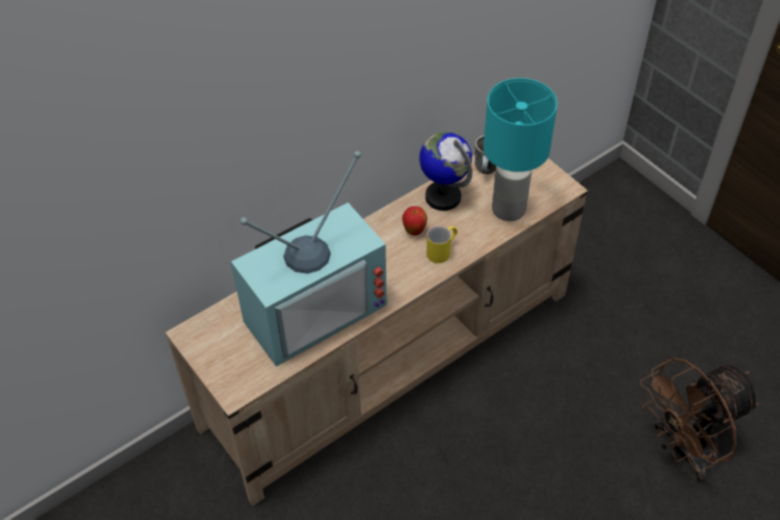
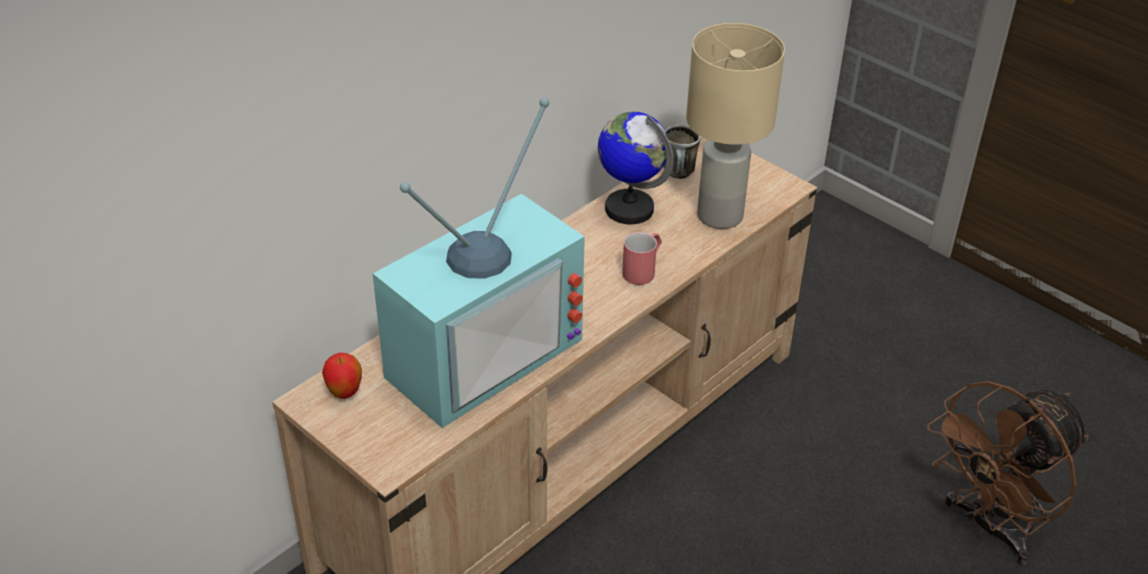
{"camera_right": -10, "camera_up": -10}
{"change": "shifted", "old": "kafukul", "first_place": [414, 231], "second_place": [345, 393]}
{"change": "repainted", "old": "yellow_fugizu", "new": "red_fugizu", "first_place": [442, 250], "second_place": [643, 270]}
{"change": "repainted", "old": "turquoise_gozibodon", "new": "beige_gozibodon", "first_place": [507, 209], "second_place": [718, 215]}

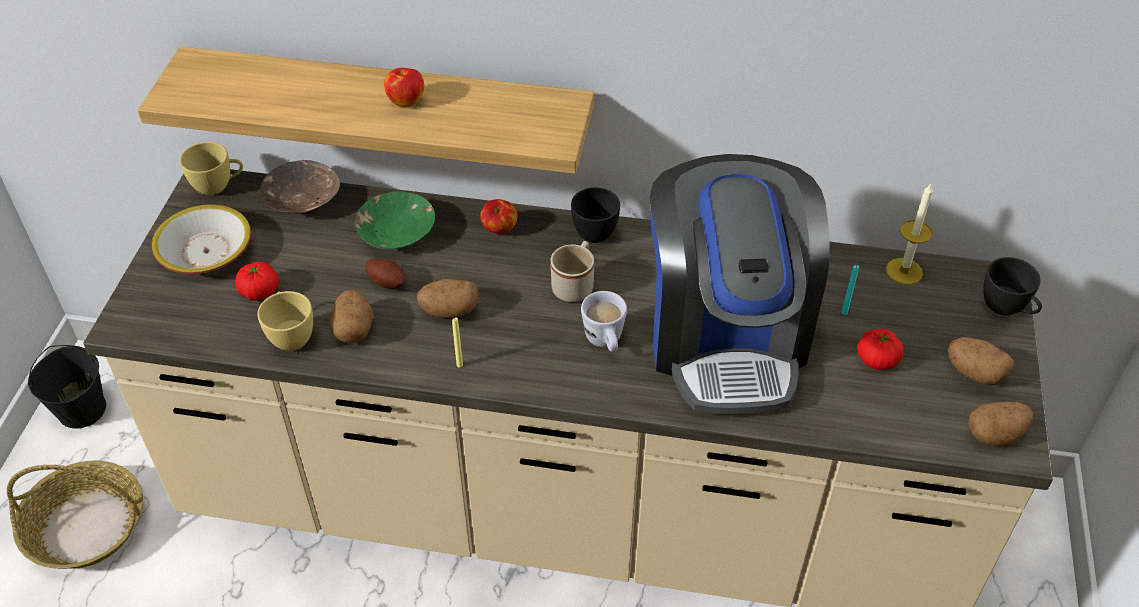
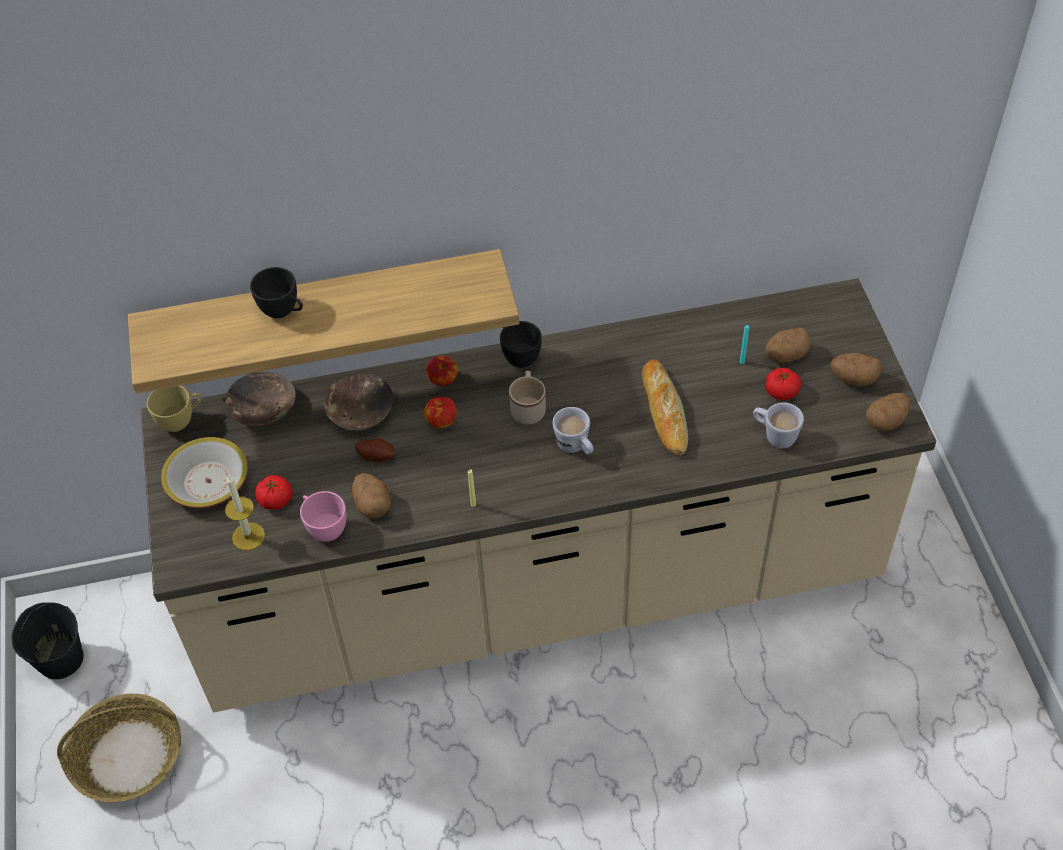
{"camera_right": -20, "camera_up": 5}
{"change": "new", "new": "white_fugizu", "second_place": [774, 435]}
{"change": "shifted", "old": "kafukul", "first_place": [406, 101], "second_place": [441, 421]}
{"change": "shifted", "old": "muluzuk", "first_place": [449, 310], "second_place": [785, 355]}
{"change": "shifted", "old": "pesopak", "first_place": [904, 271], "second_place": [248, 536]}
{"change": "shifted", "old": "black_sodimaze", "first_place": [1007, 309], "second_place": [283, 311]}
{"change": "swapped", "old": "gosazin", "new": "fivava", "first_place": [726, 336], "second_place": [664, 411]}
{"change": "repainted", "old": "yellow_sodimaze", "new": "pink_sodimaze", "first_place": [290, 335], "second_place": [324, 527]}
{"change": "repainted", "old": "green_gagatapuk", "new": "brown_gagatapuk", "first_place": [397, 232], "second_place": [360, 410]}

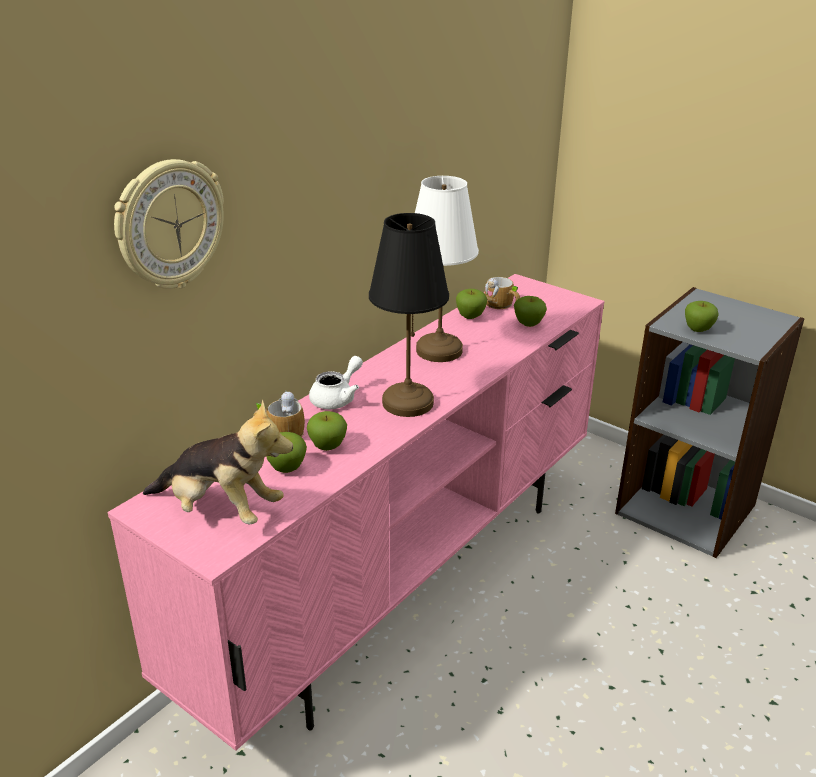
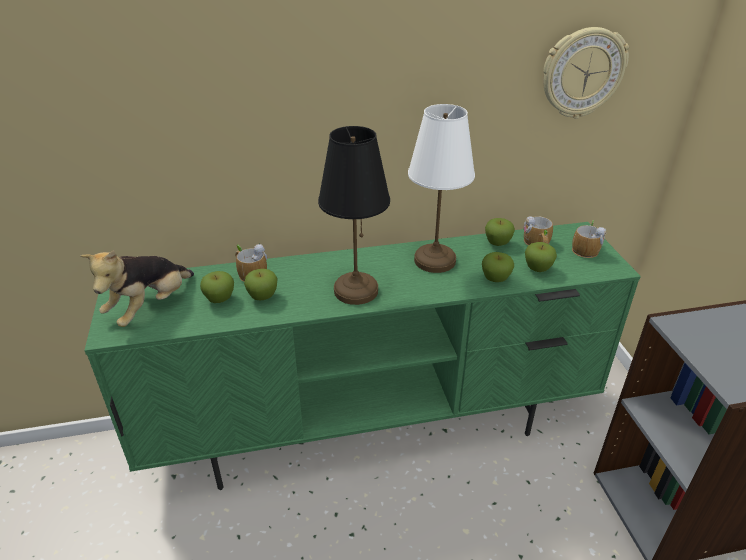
{"camera_right": 40, "camera_up": 5}
{"change": "gone", "old": "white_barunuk", "first_place": [337, 398]}
{"change": "new", "new": "fugizu", "second_place": [586, 248]}
{"change": "shifted", "old": "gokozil", "first_place": [169, 225], "second_place": [582, 73]}
{"change": "shifted", "old": "kafukul", "first_place": [698, 329], "second_place": [495, 279]}
{"change": "repainted", "old": "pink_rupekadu", "new": "green_rupekadu", "first_place": [404, 582], "second_place": [374, 429]}
{"change": "rotated", "old": "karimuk", "first_place": [221, 510], "second_place": [150, 307], "degrees": 60}

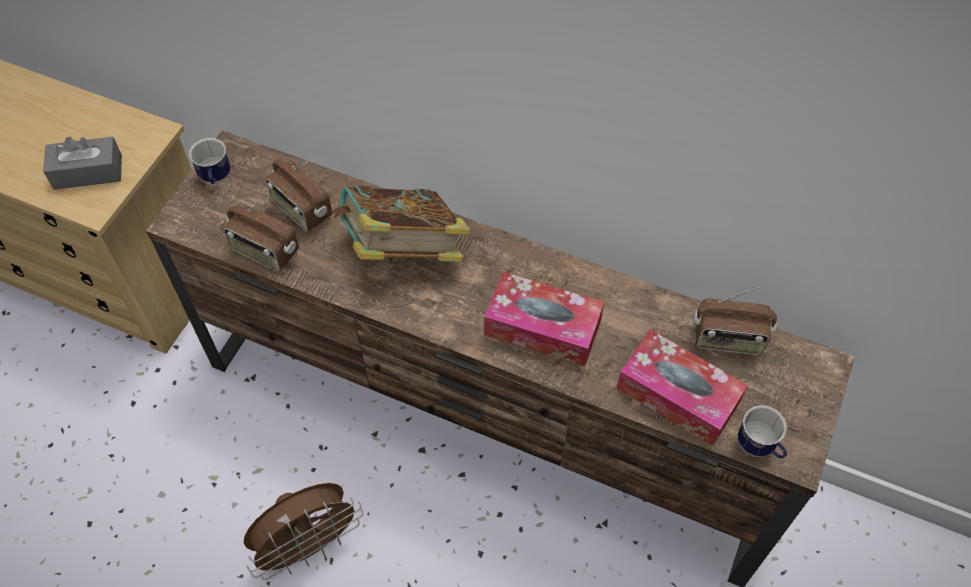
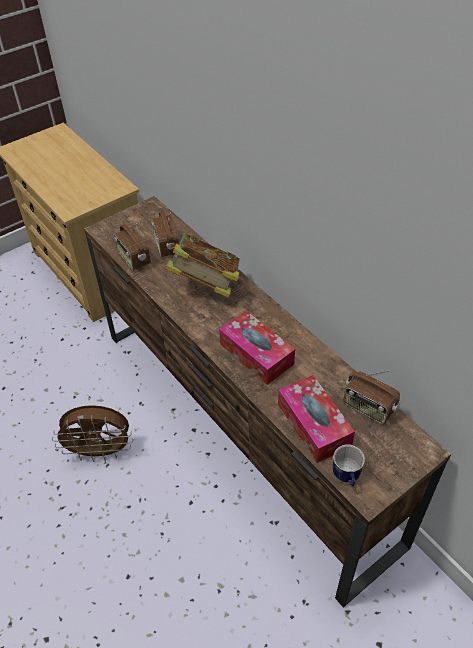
{"camera_right": 30, "camera_up": -10}
{"change": "gone", "old": "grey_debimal", "first_place": [88, 172]}
{"change": "gone", "old": "fugizu", "first_place": [216, 179]}

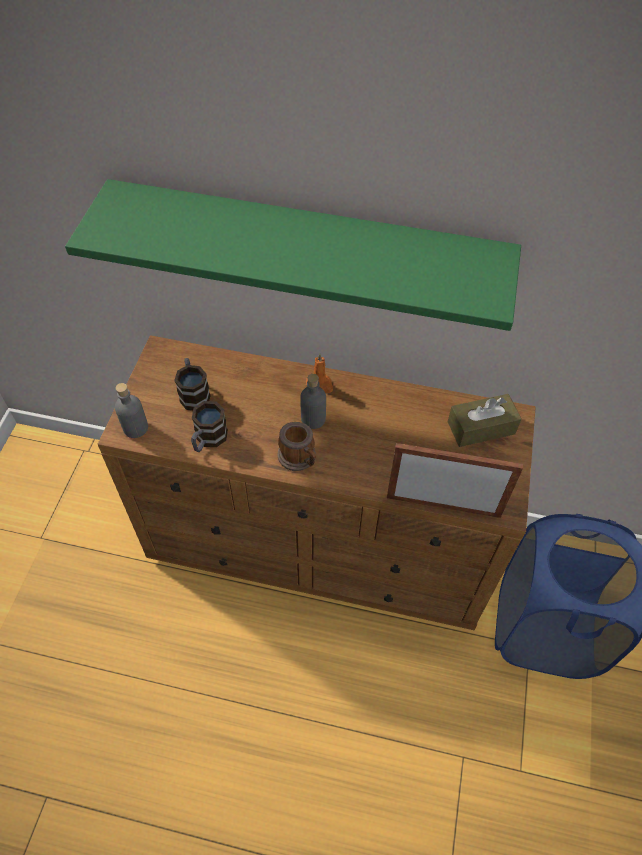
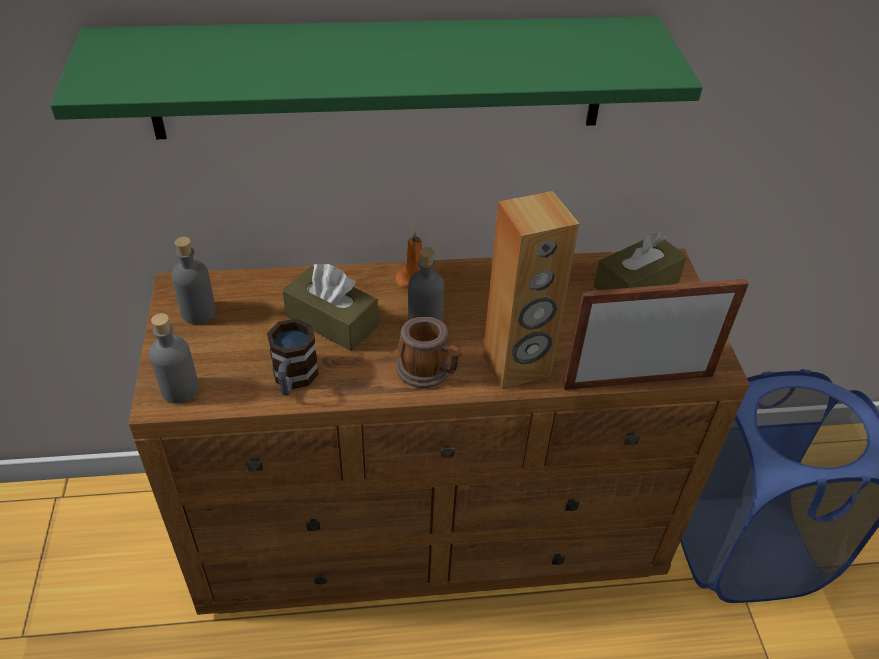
{"camera_right": -20, "camera_up": -10}
{"change": "gone", "old": "fugizu", "first_place": [194, 393]}
{"change": "new", "new": "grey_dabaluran", "second_place": [198, 312]}
{"change": "new", "new": "brown_debimal", "second_place": [332, 321]}
{"change": "new", "new": "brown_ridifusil", "second_place": [517, 365]}

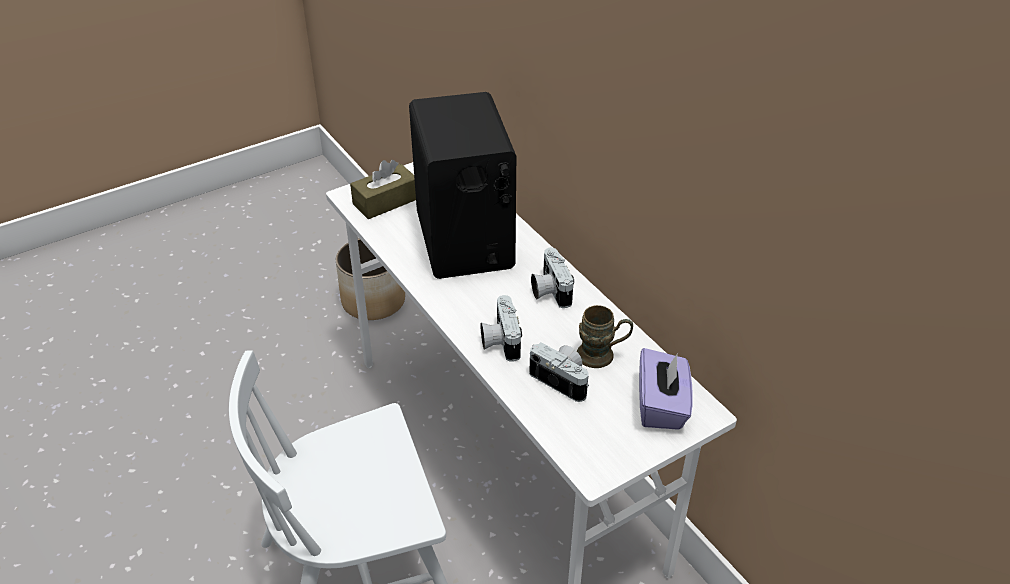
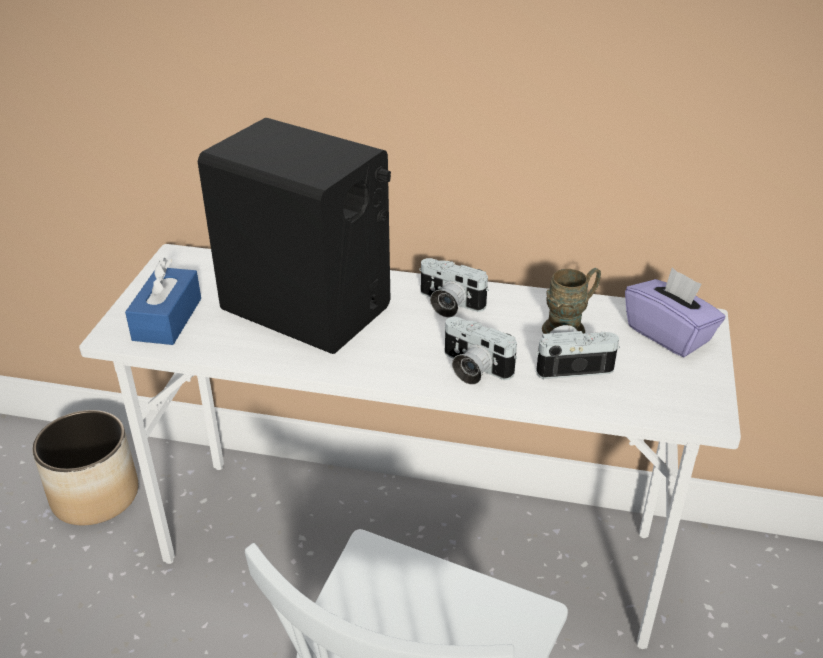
{"camera_right": -45, "camera_up": -5}
{"change": "repainted", "old": "brown_debimal", "new": "blue_debimal", "first_place": [386, 201], "second_place": [167, 319]}

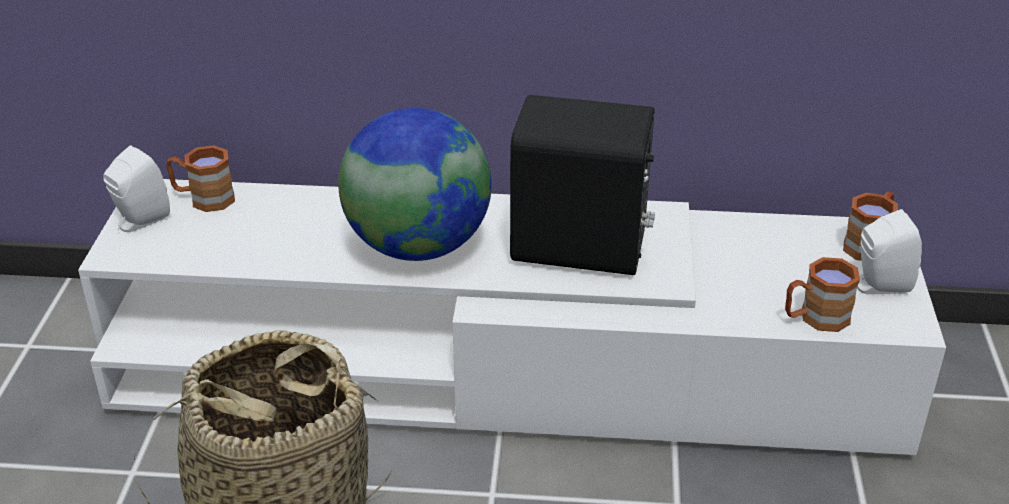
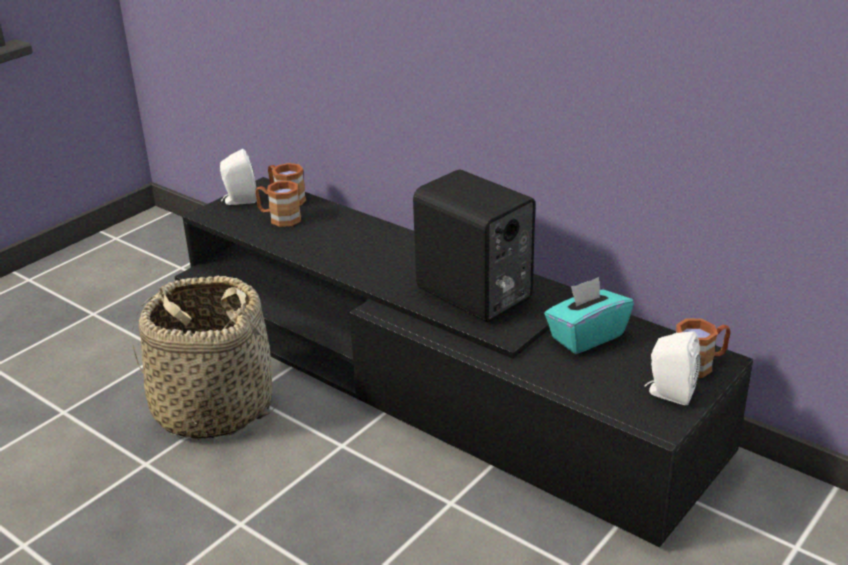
{"camera_right": 35, "camera_up": -5}
{"change": "gone", "old": "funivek", "first_place": [418, 246]}
{"change": "new", "new": "turquoise_debimal", "second_place": [586, 336]}
{"change": "shifted", "old": "brown_fugizu", "first_place": [815, 318], "second_place": [279, 218]}
{"change": "repainted", "old": "white_rupekadu", "new": "black_rupekadu", "first_place": [504, 369], "second_place": [427, 377]}

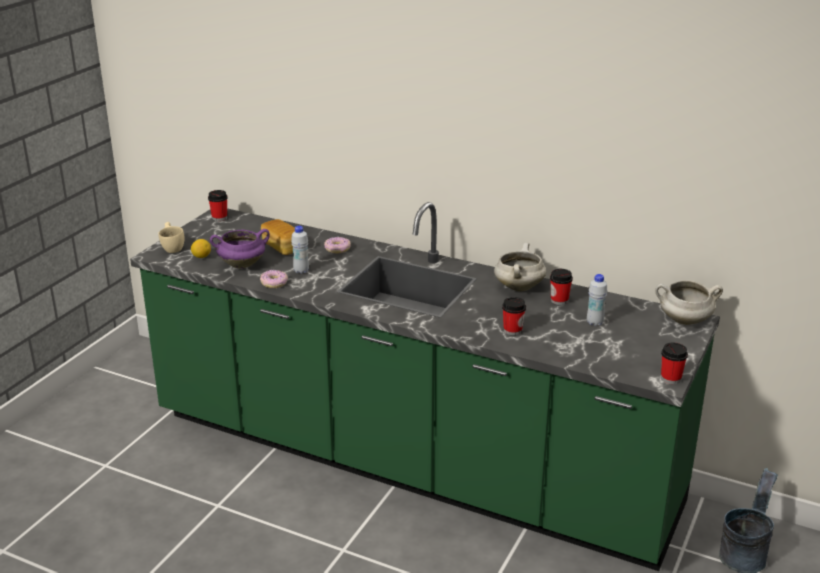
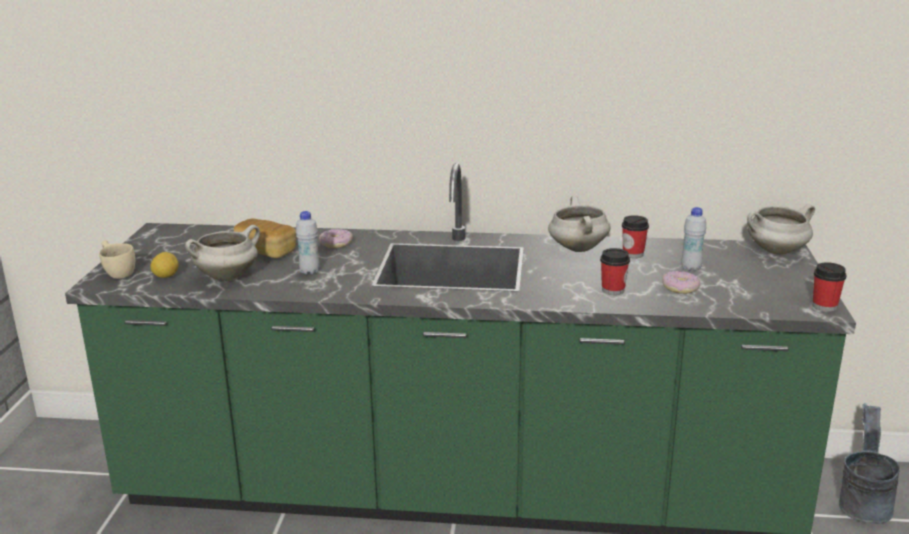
{"camera_right": -20, "camera_up": -5}
{"change": "gone", "old": "sodimaze", "first_place": [219, 218]}
{"change": "shifted", "old": "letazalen", "first_place": [274, 283], "second_place": [680, 287]}
{"change": "repainted", "old": "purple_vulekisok", "new": "white_vulekisok", "first_place": [242, 264], "second_place": [227, 276]}

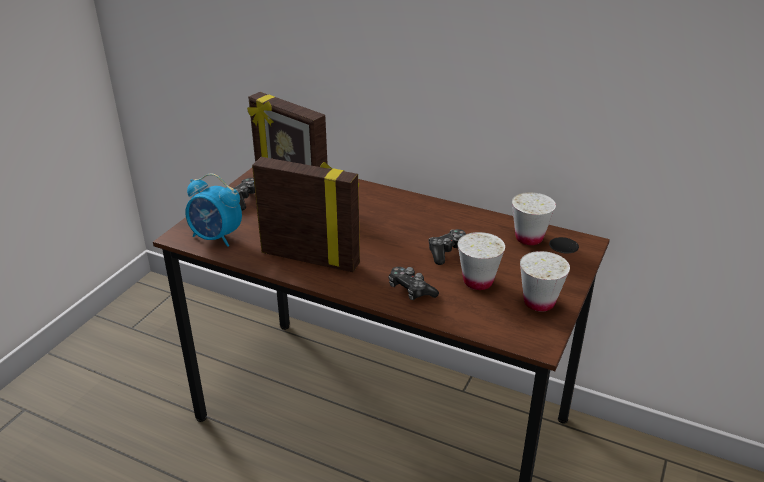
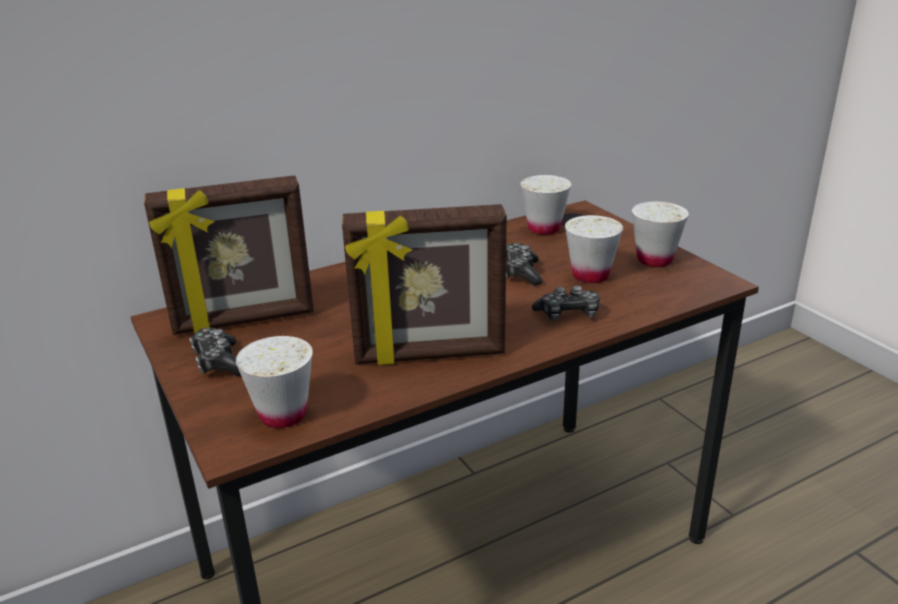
{"camera_right": -55, "camera_up": -5}
{"change": "swapped", "old": "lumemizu", "new": "white_sodimaze", "first_place": [216, 237], "second_place": [283, 414]}
{"change": "rotated", "old": "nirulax", "first_place": [311, 258], "second_place": [429, 355], "degrees": -150}

